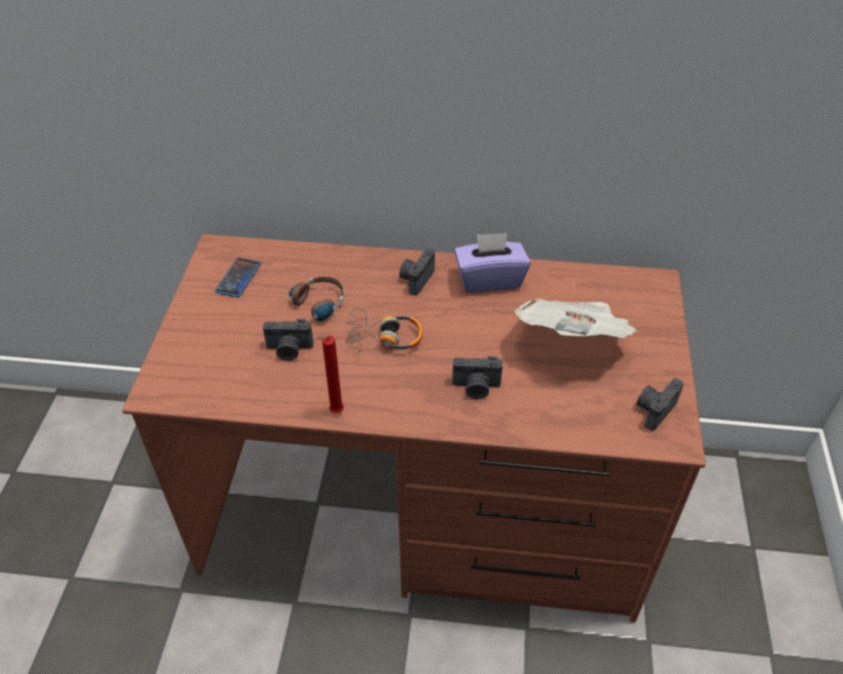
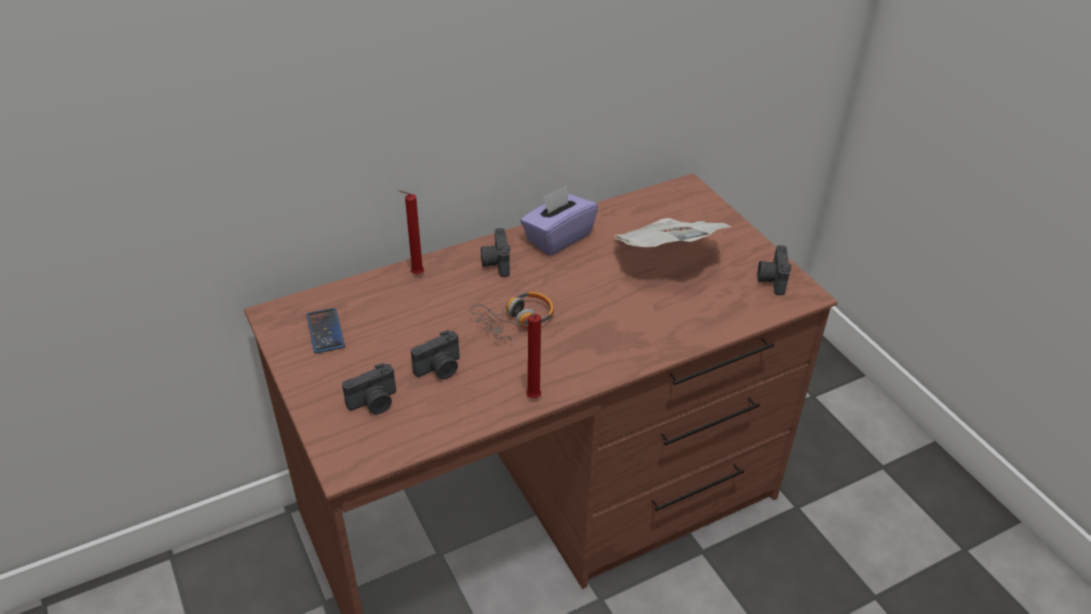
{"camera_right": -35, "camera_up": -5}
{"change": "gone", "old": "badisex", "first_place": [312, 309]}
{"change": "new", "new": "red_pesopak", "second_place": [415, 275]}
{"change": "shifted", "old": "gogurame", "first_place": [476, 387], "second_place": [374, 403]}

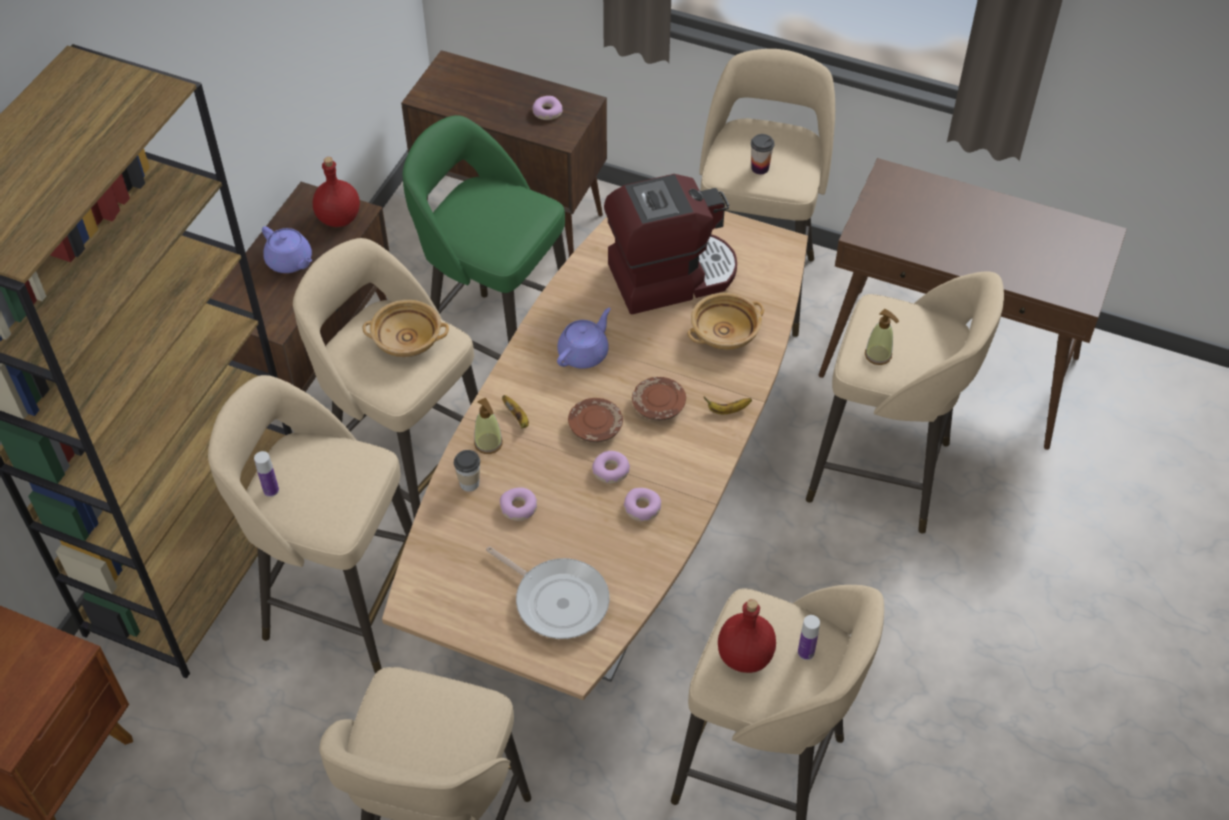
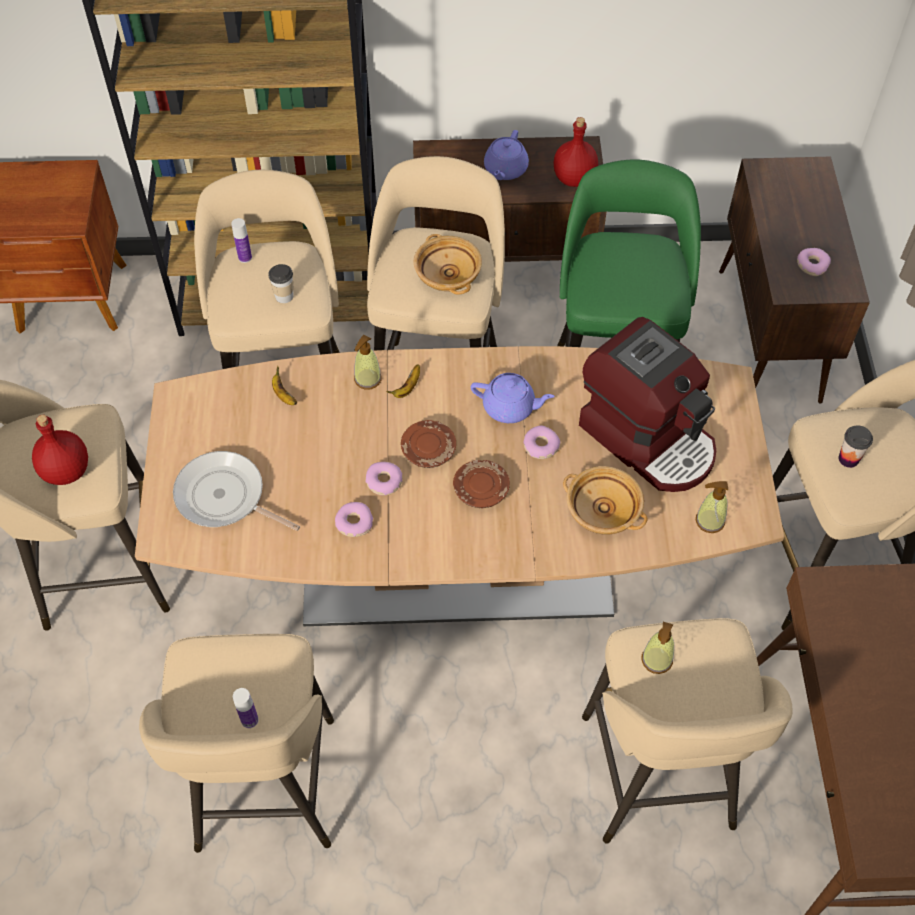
{"camera_right": 65, "camera_up": 5}
{"change": "new", "new": "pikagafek", "second_place": [709, 521]}
{"change": "shifted", "old": "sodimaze", "first_place": [469, 483], "second_place": [284, 296]}
{"change": "shifted", "old": "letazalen", "first_place": [519, 508], "second_place": [540, 446]}
{"change": "shifted", "old": "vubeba", "first_place": [727, 410], "second_place": [283, 395]}
{"change": "shifted", "old": "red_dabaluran", "first_place": [746, 656], "second_place": [66, 472]}
{"change": "rotated", "old": "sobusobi", "first_place": [557, 600], "second_place": [225, 497], "degrees": 105}

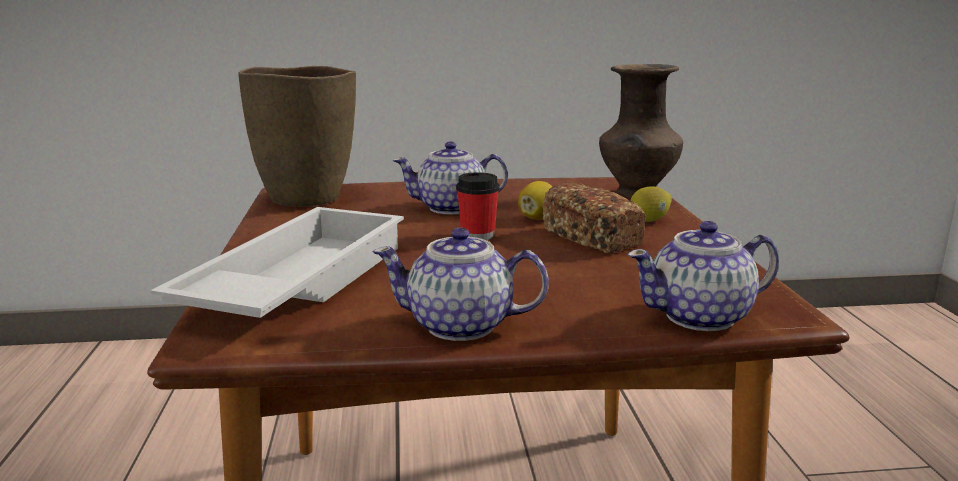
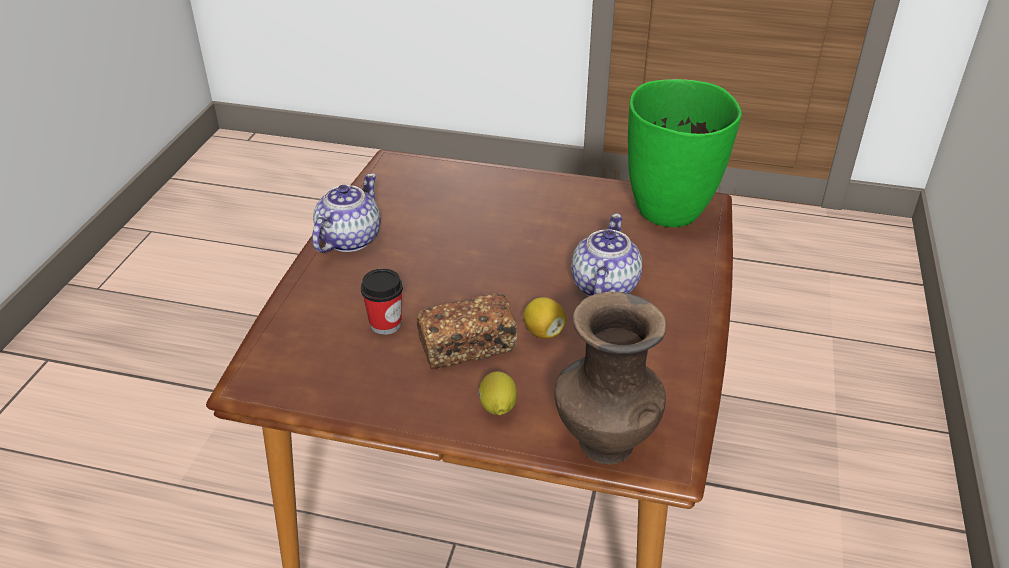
{"camera_right": 110, "camera_up": 20}
{"change": "gone", "old": "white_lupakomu", "first_place": [295, 281]}
{"change": "gone", "old": "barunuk", "first_place": [701, 317]}
{"change": "shifted", "old": "sodimaze", "first_place": [477, 235], "second_place": [385, 324]}
{"change": "repainted", "old": "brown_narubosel", "new": "green_narubosel", "first_place": [306, 198], "second_place": [671, 211]}

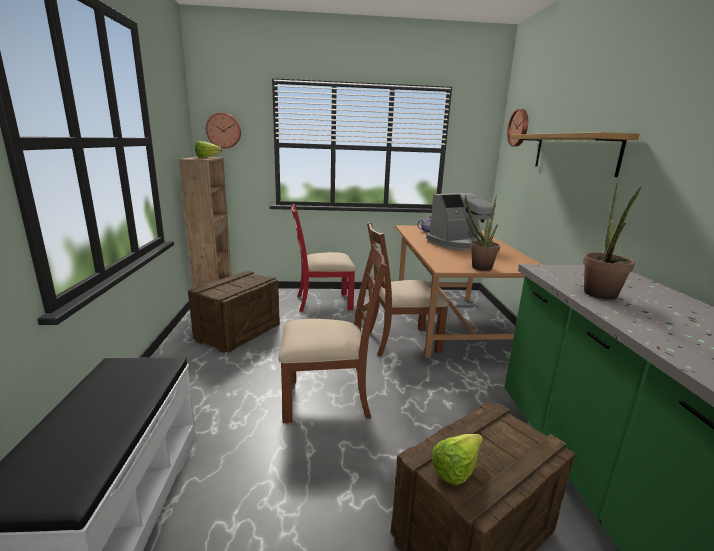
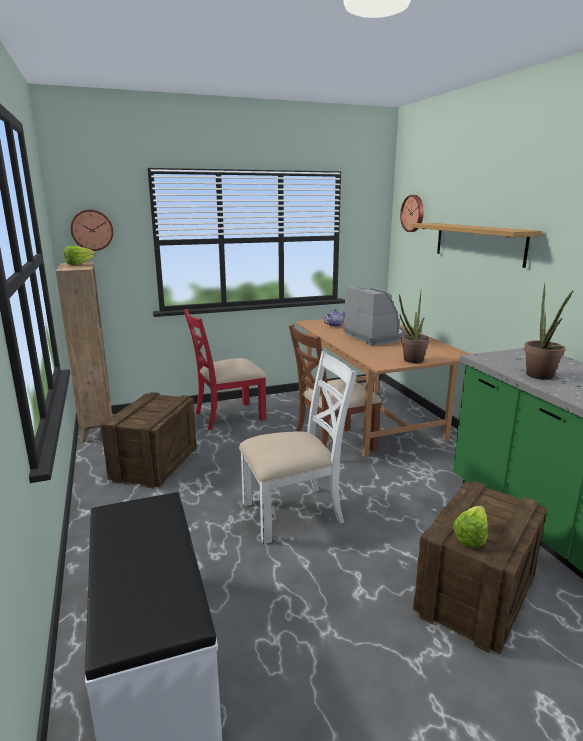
{"camera_right": -15, "camera_up": 0}
{"change": "repainted", "old": "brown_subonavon", "new": "white_subonavon", "first_place": [328, 398], "second_place": [294, 512]}
{"change": "rotated", "old": "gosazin", "first_place": [460, 244], "second_place": [375, 337], "degrees": -75}

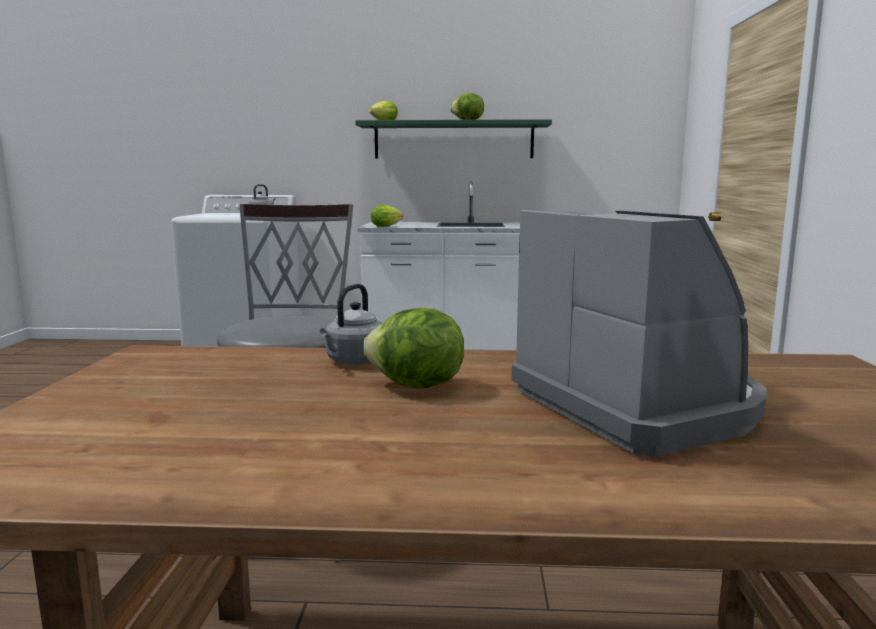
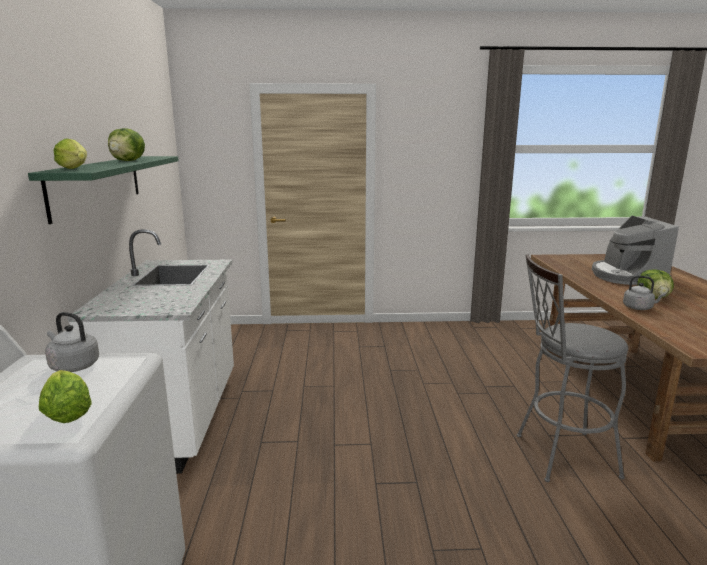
{"camera_right": -95, "camera_up": 5}
{"change": "shifted", "old": "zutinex", "first_place": [387, 226], "second_place": [67, 412]}
{"change": "rotated", "old": "gosazin", "first_place": [638, 404], "second_place": [626, 276], "degrees": -60}

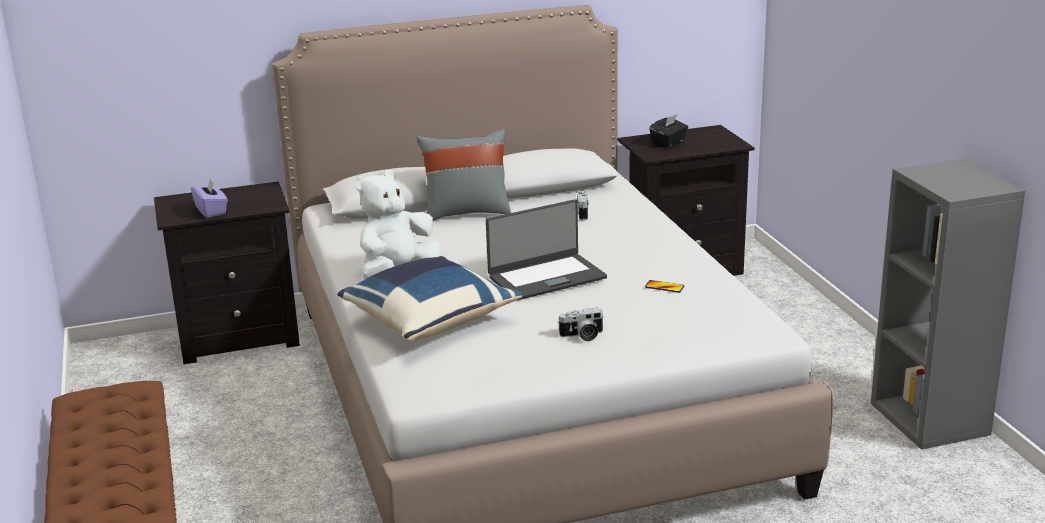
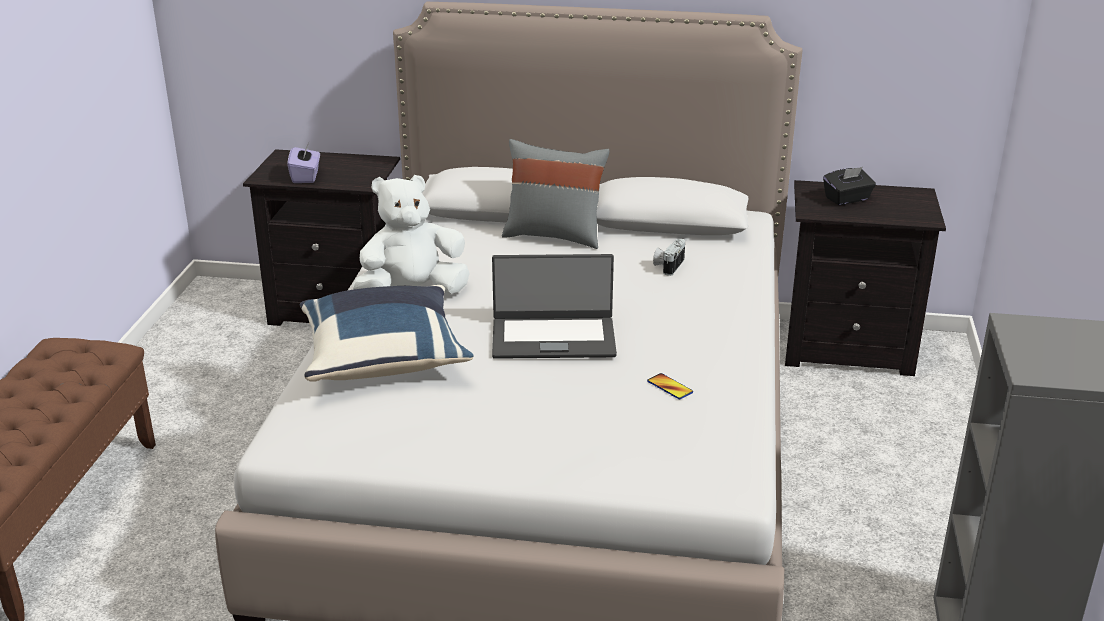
{"camera_right": 25, "camera_up": 5}
{"change": "gone", "old": "gogurame", "first_place": [582, 336]}

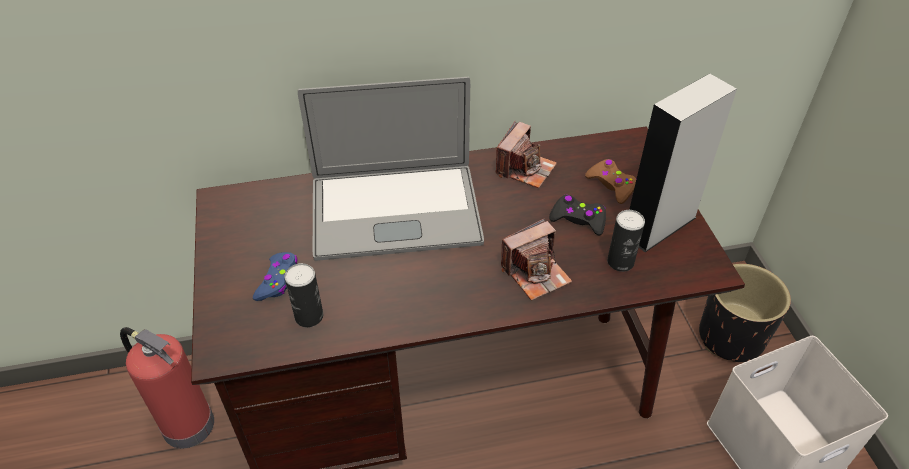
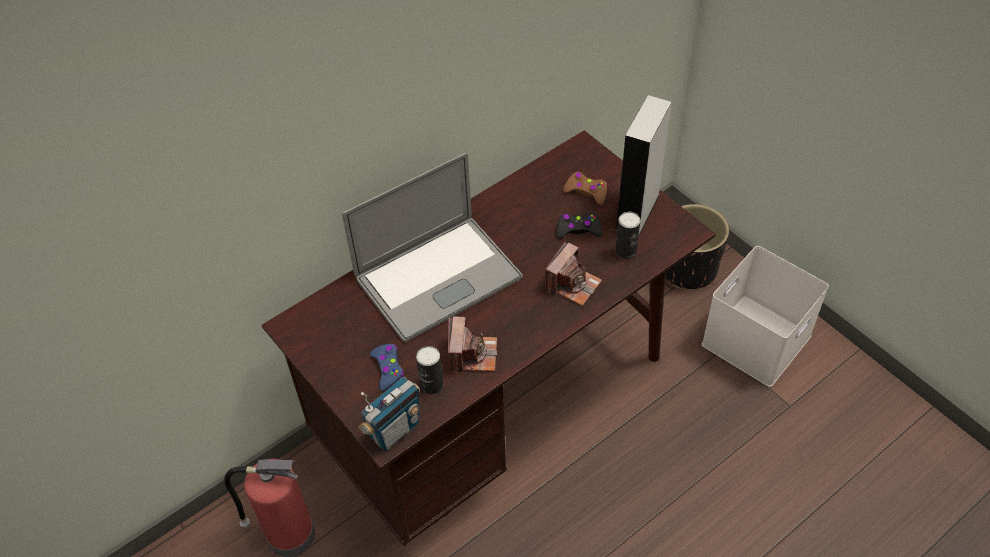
{"camera_right": -25, "camera_up": 5}
{"change": "new", "new": "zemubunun", "second_place": [394, 430]}
{"change": "shifted", "old": "gogurame", "first_place": [525, 169], "second_place": [472, 354]}

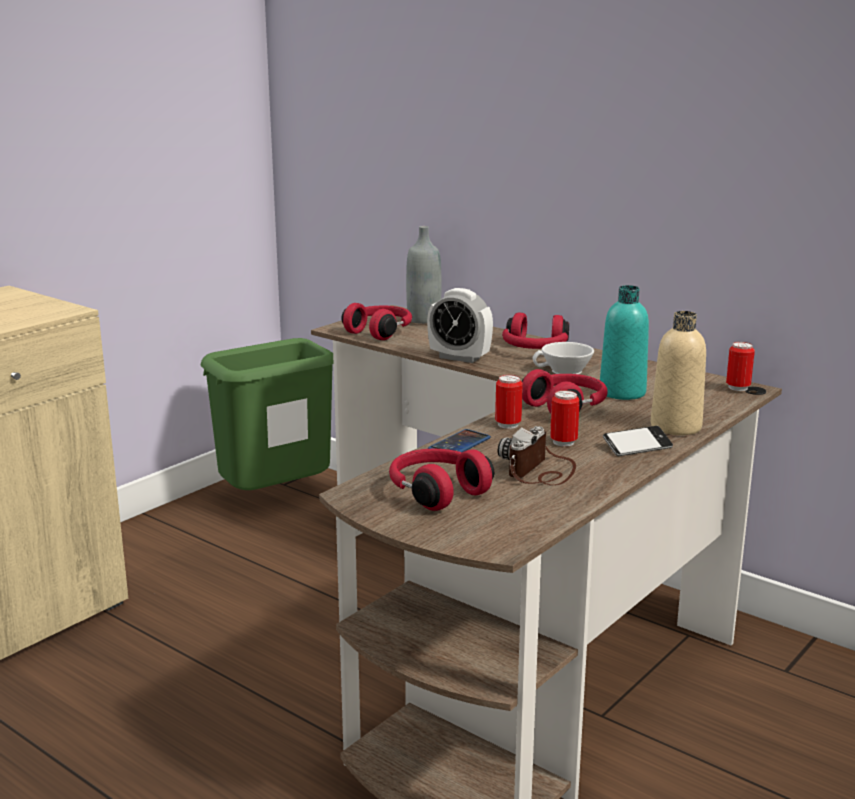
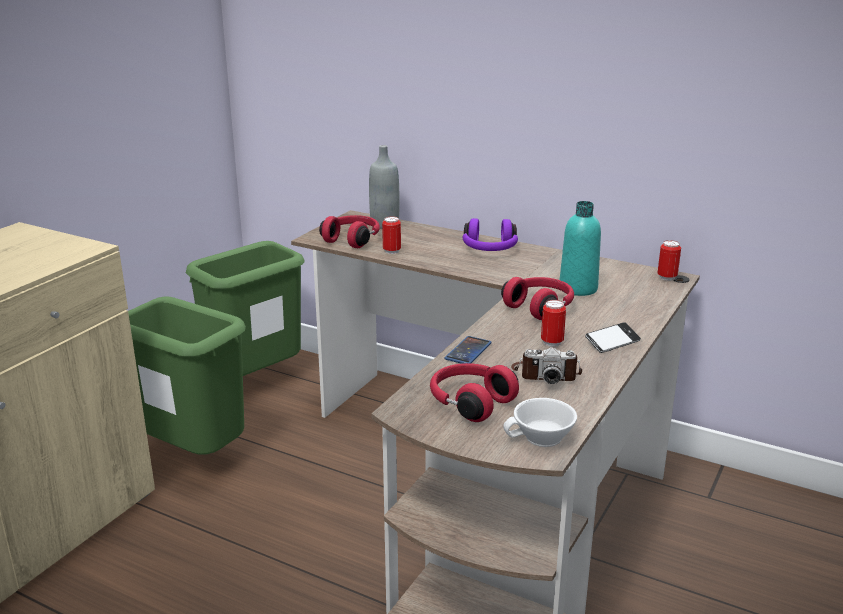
{"camera_right": -10, "camera_up": 5}
{"change": "gone", "old": "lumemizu", "first_place": [459, 357]}
{"change": "gone", "old": "beige_dabaluran", "first_place": [675, 427]}
{"change": "new", "new": "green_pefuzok", "second_place": [196, 456]}
{"change": "shifted", "old": "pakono", "first_place": [508, 425], "second_place": [391, 251]}
{"change": "shifted", "old": "white_sodimaze", "first_place": [565, 371], "second_place": [542, 438]}
{"change": "repainted", "old": "red_badisex", "new": "purple_badisex", "first_place": [534, 350], "second_place": [489, 250]}
{"change": "rotated", "old": "gogurame", "first_place": [540, 472], "second_place": [546, 374], "degrees": -105}

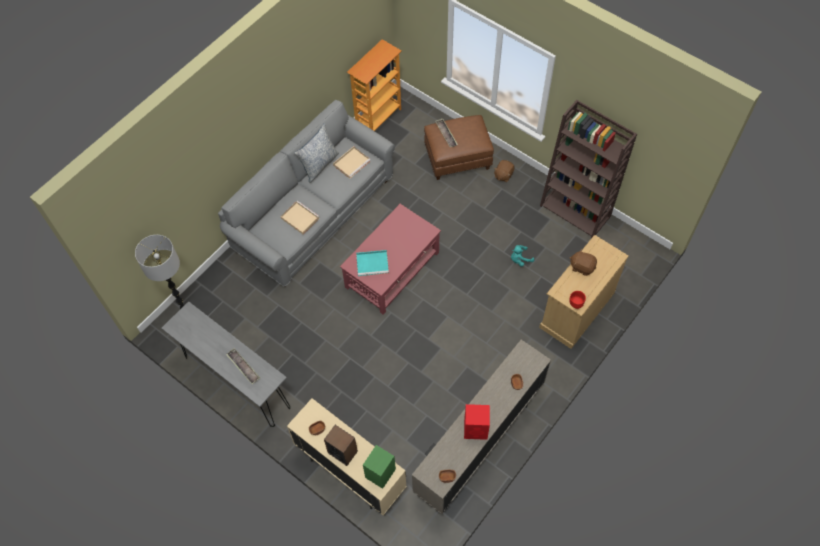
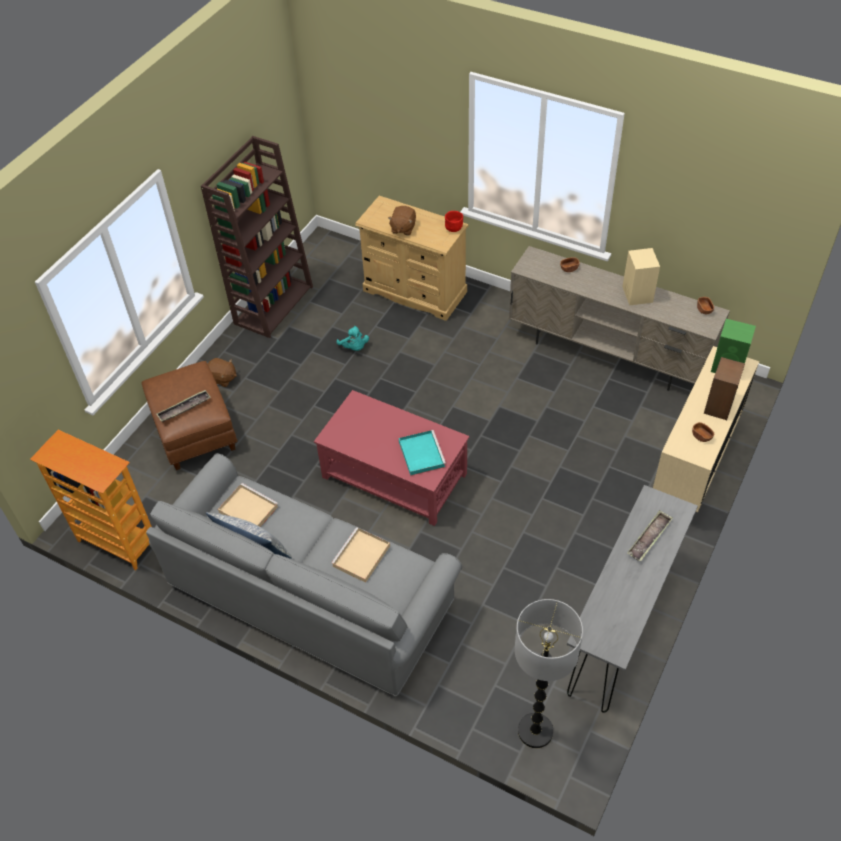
{"camera_right": -100, "camera_up": -10}
{"change": "repainted", "old": "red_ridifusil", "new": "beige_ridifusil", "first_place": [476, 429], "second_place": [637, 294]}

